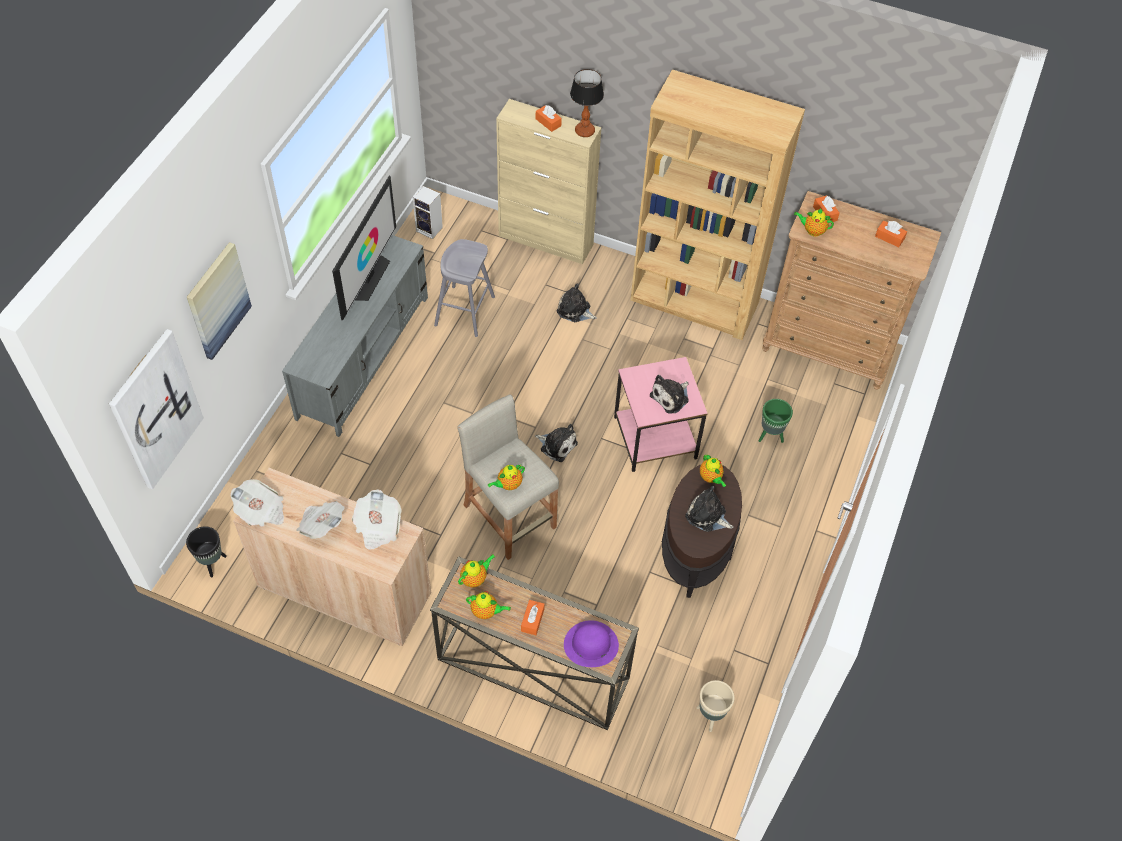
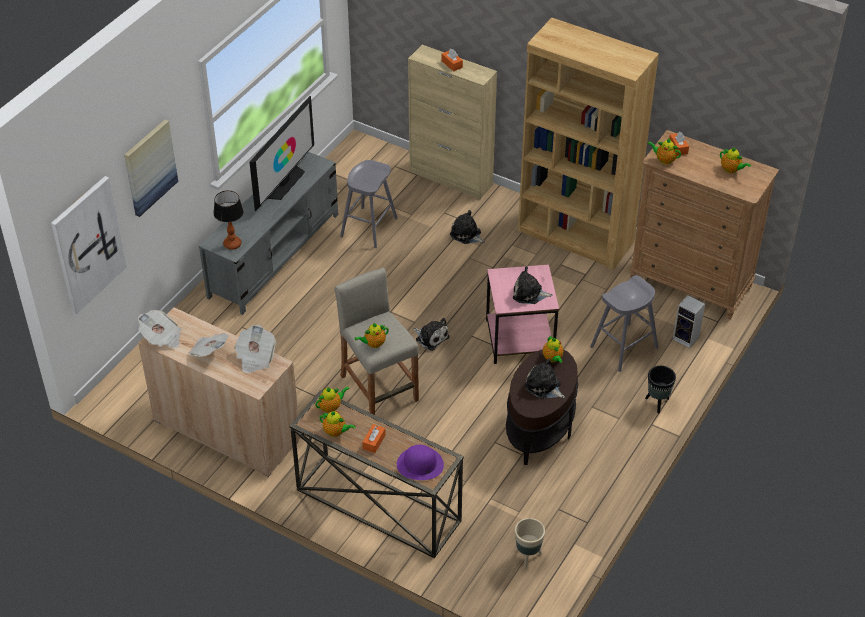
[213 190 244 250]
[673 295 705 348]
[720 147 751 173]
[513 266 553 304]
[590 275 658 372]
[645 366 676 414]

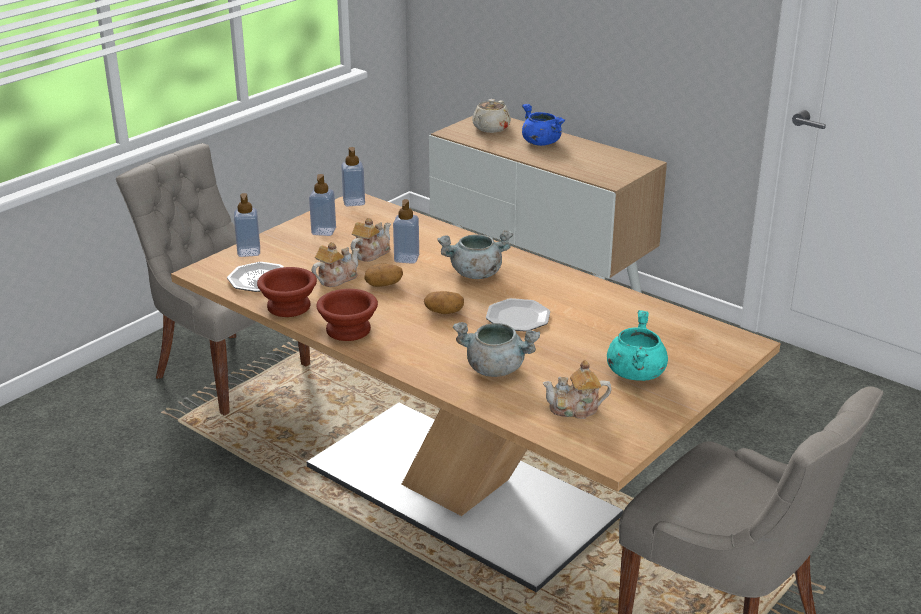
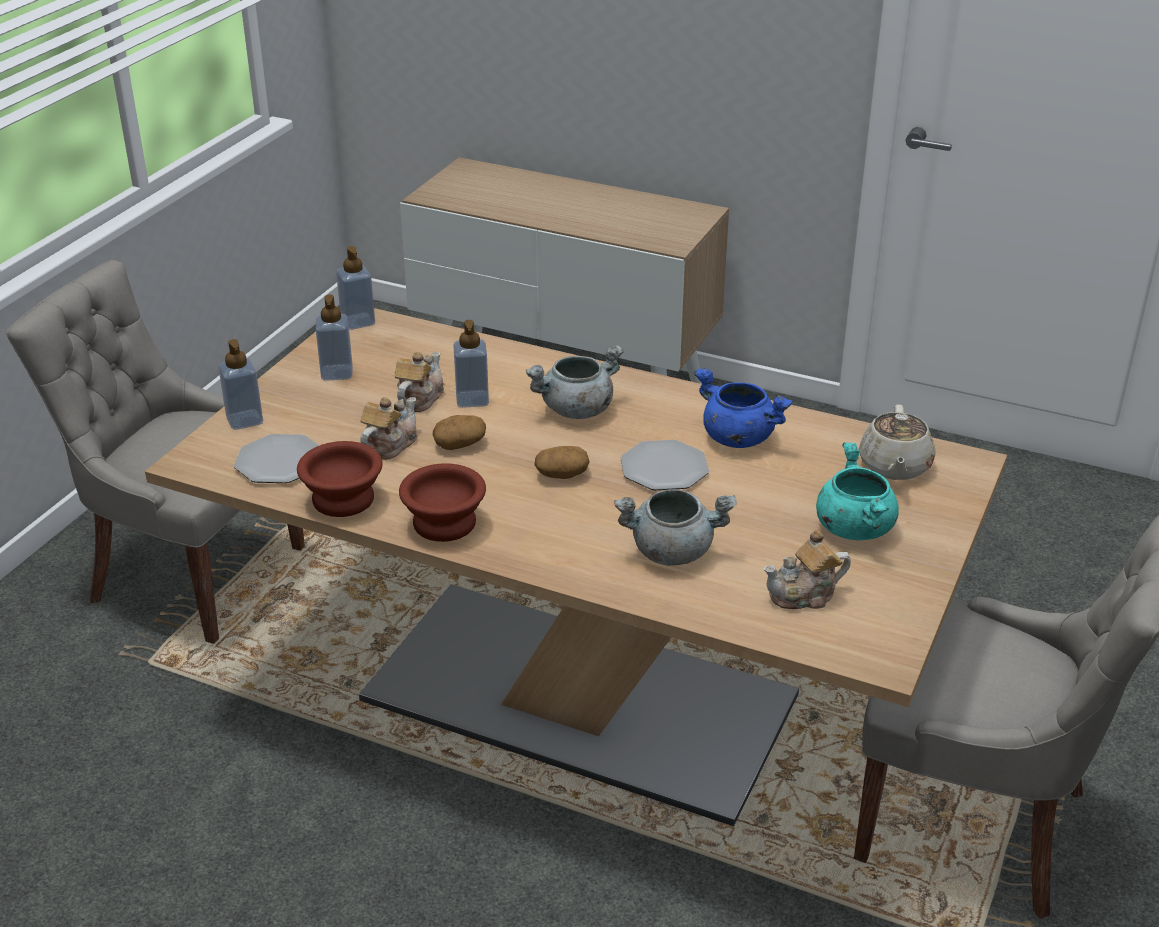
[859 404 935 480]
[694 368 793 448]

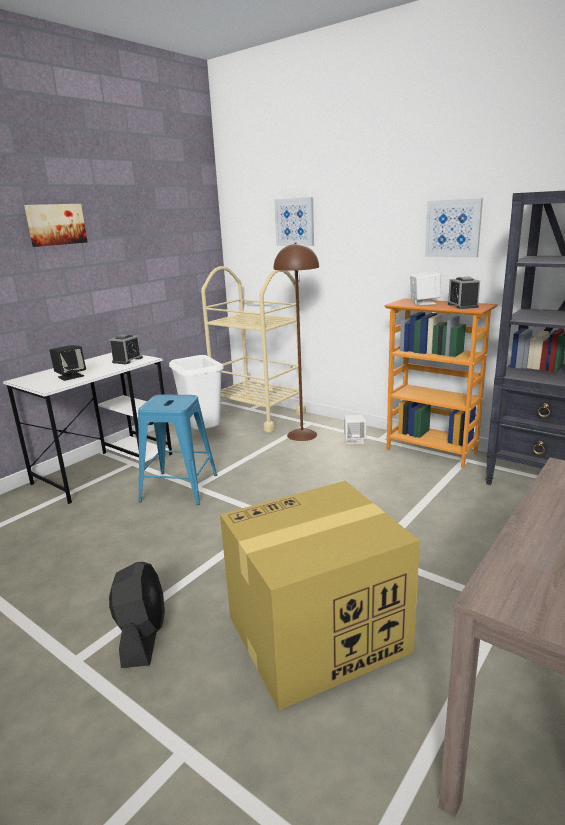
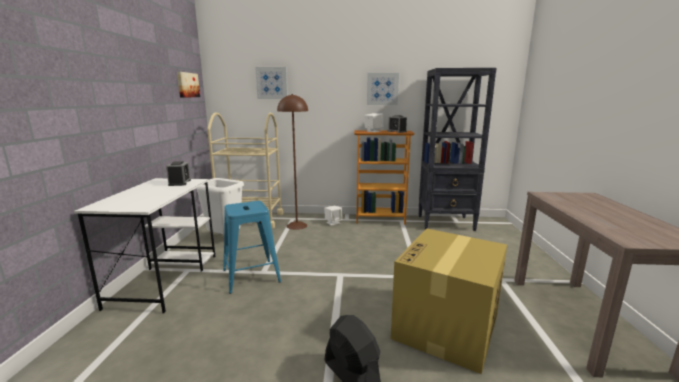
[177 72 200 97]
[50 345 86 381] (first image)

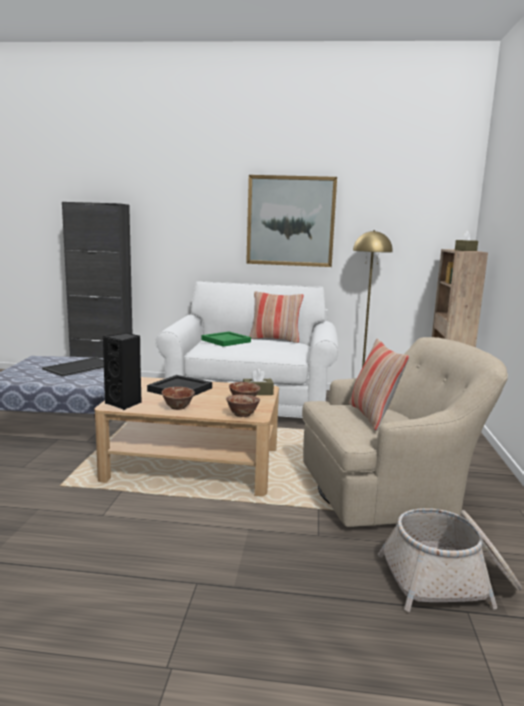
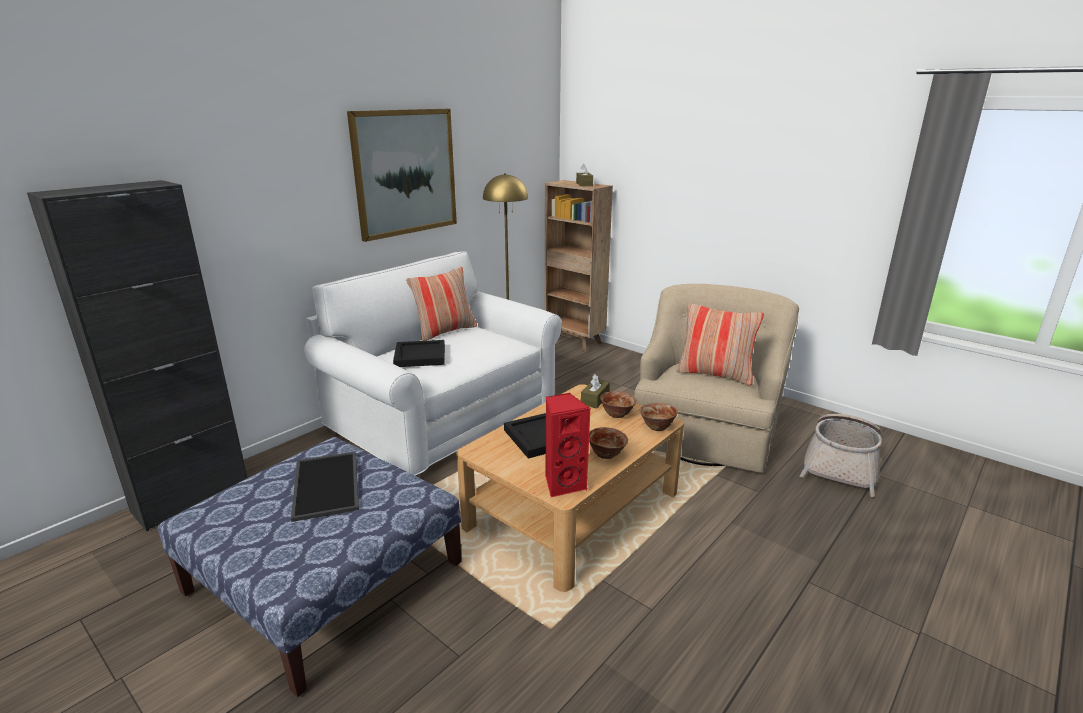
[393 340 445 367]
[545 393 590 498]

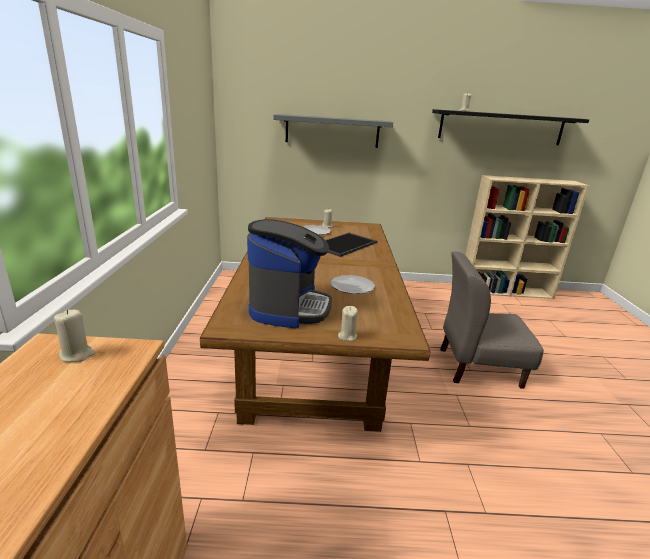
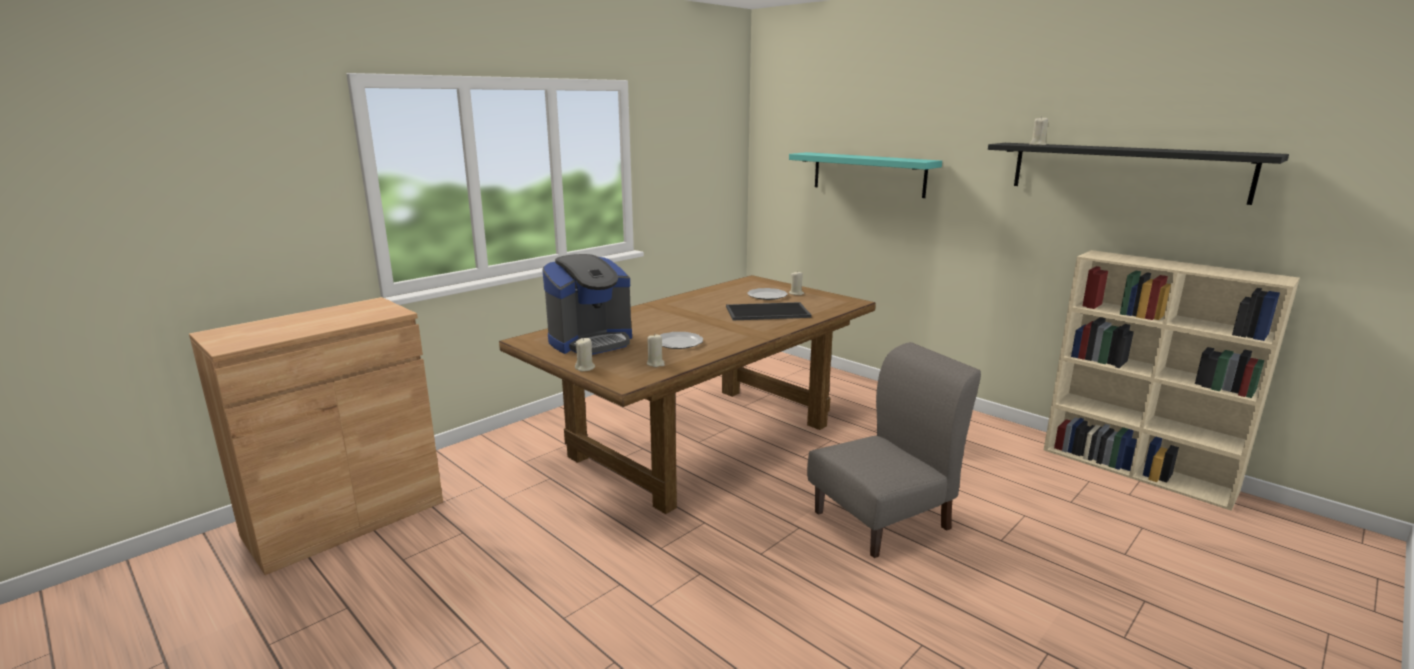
[789 152 942 198]
[807 342 981 558]
[647 335 665 367]

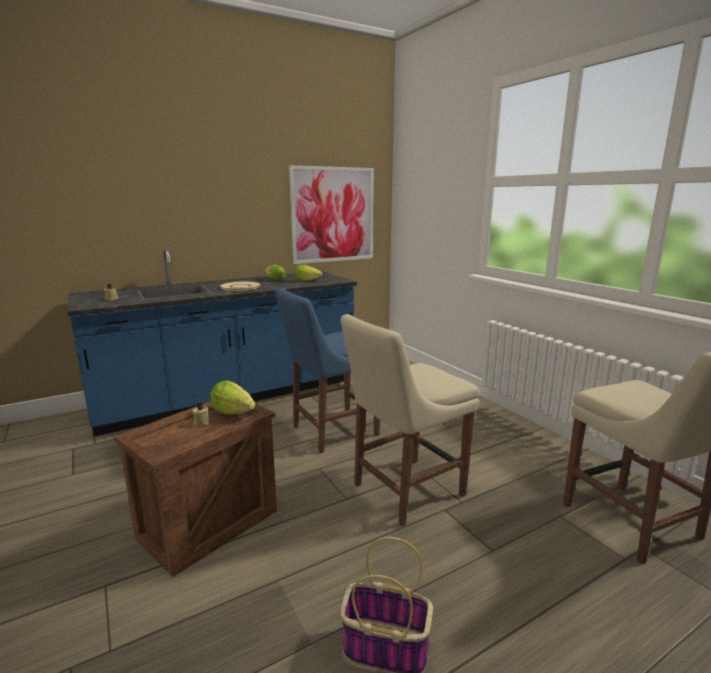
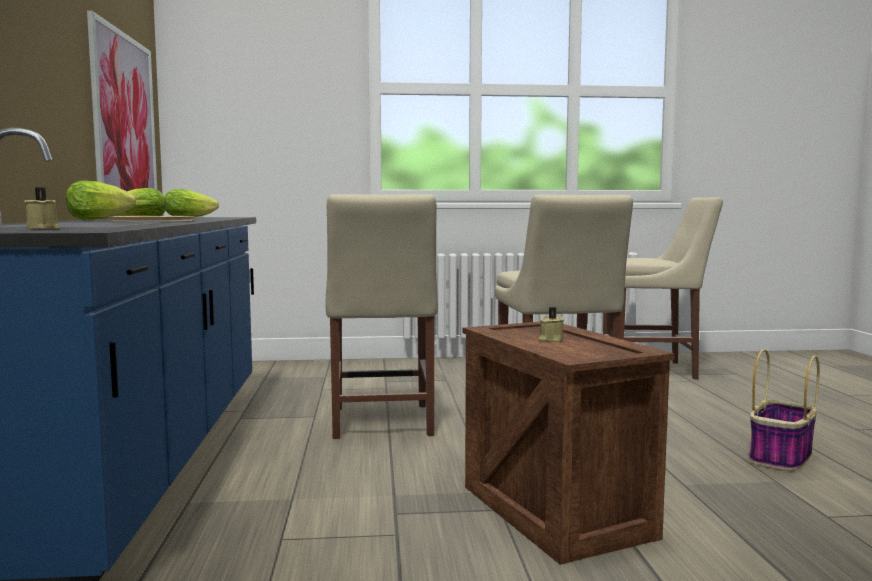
[326 194 438 439]
[66 181 136 220]

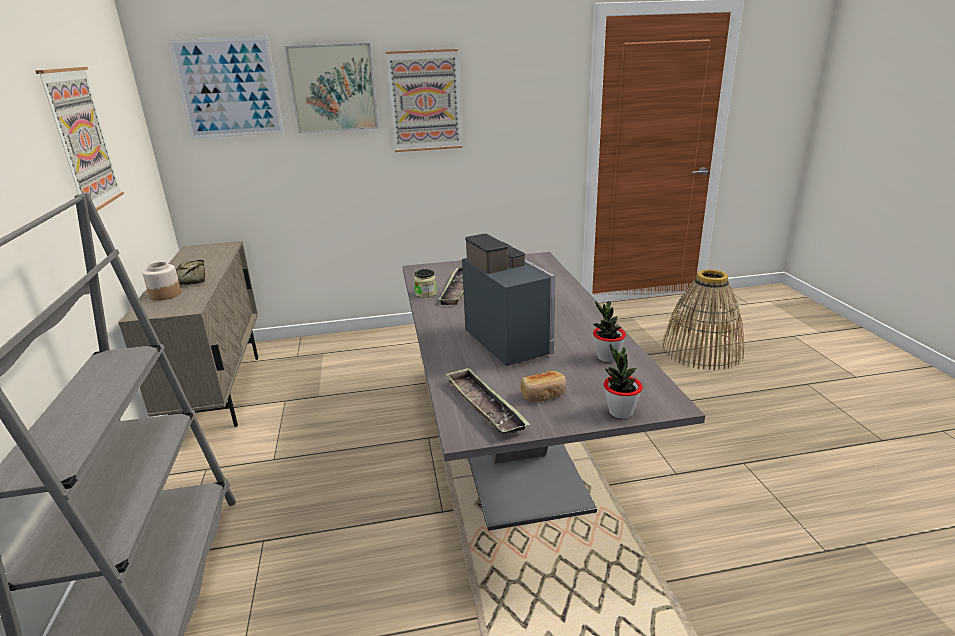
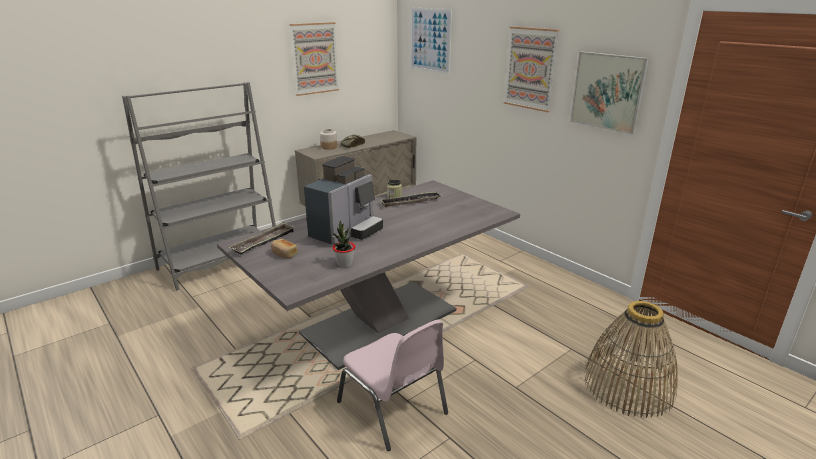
[570 52 649 135]
[604 343 643 419] (first image)
[337 319 448 451]

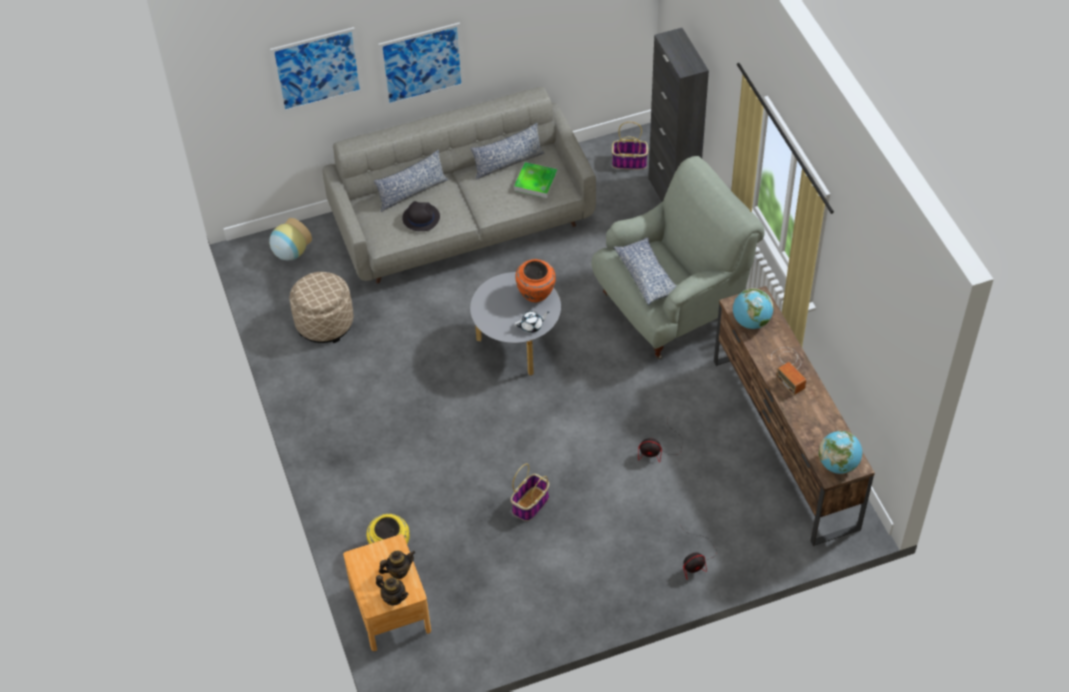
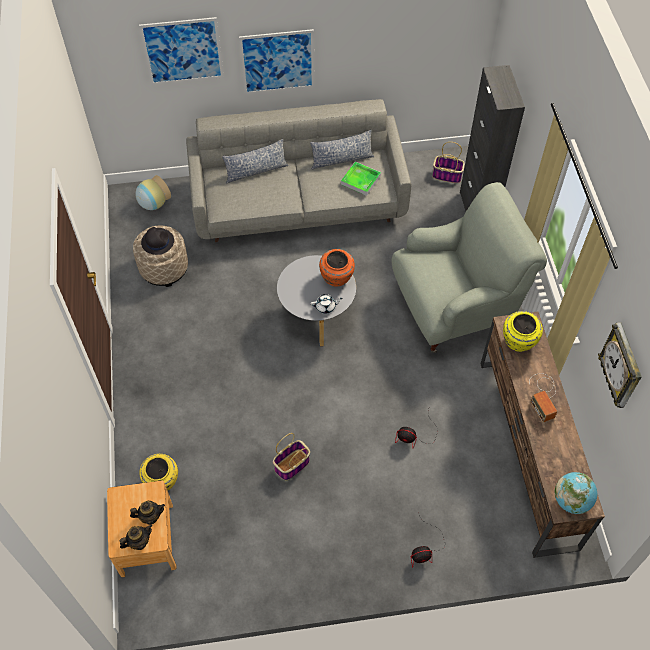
[141 227 174 255]
[613 237 676 305] (first image)
[503 311 543 352]
[120 524 152 550]
[598 322 642 408]

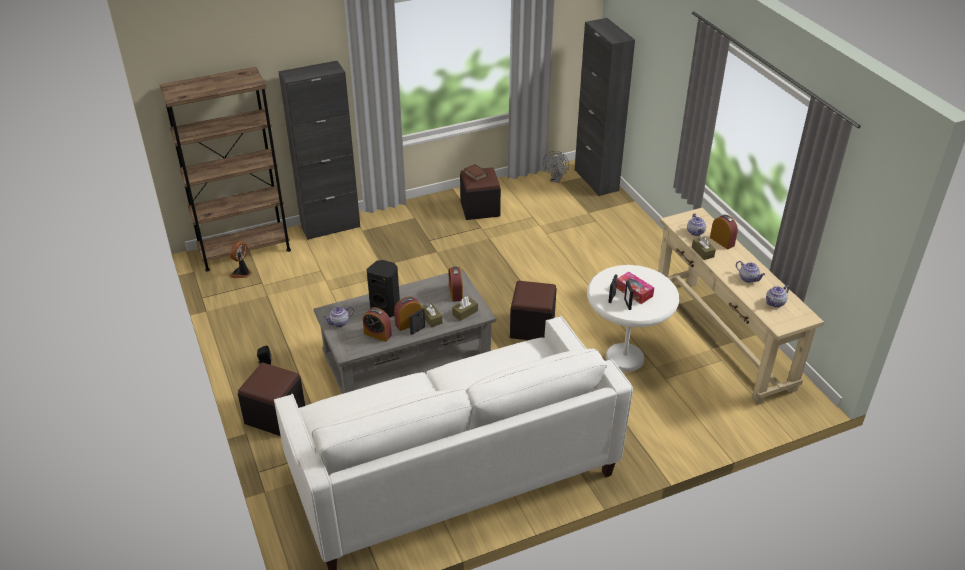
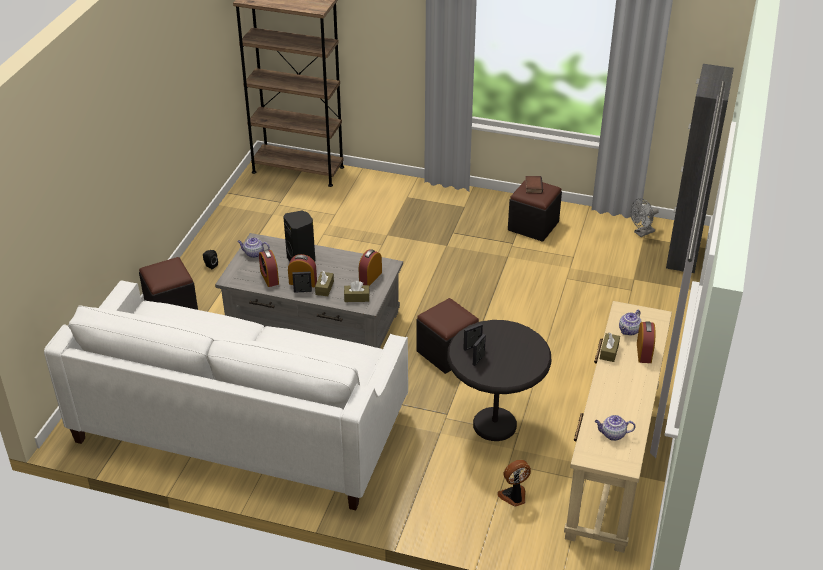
[279 61 360 240] (first image)
[497 460 531 507]
[736 261 765 283] (first image)
[447 320 551 441]
[616 272 654 304] (first image)

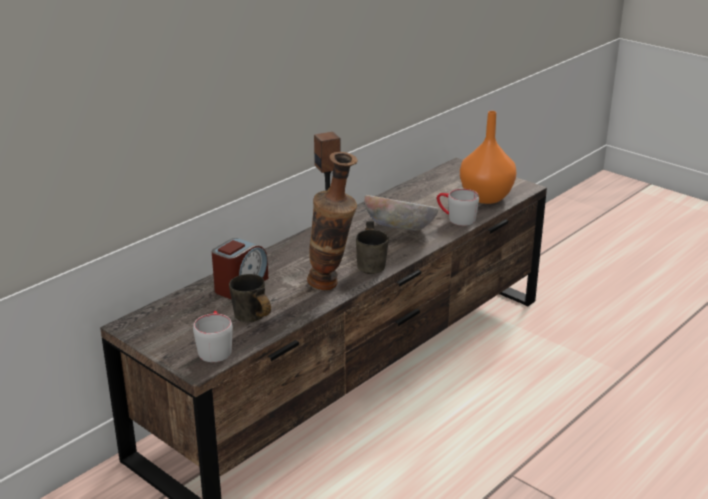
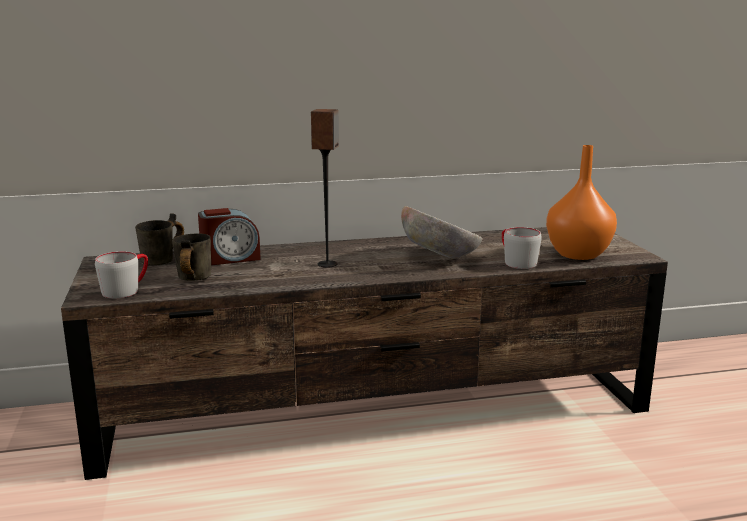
[307 152 358 290] (first image)
[135 213 184 265]

